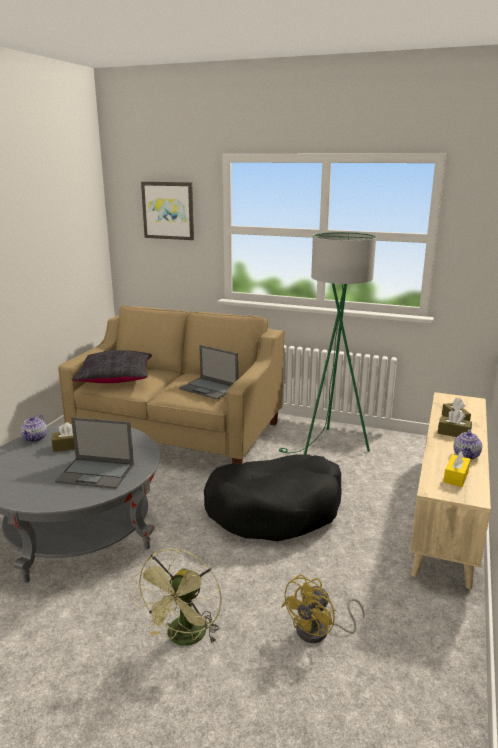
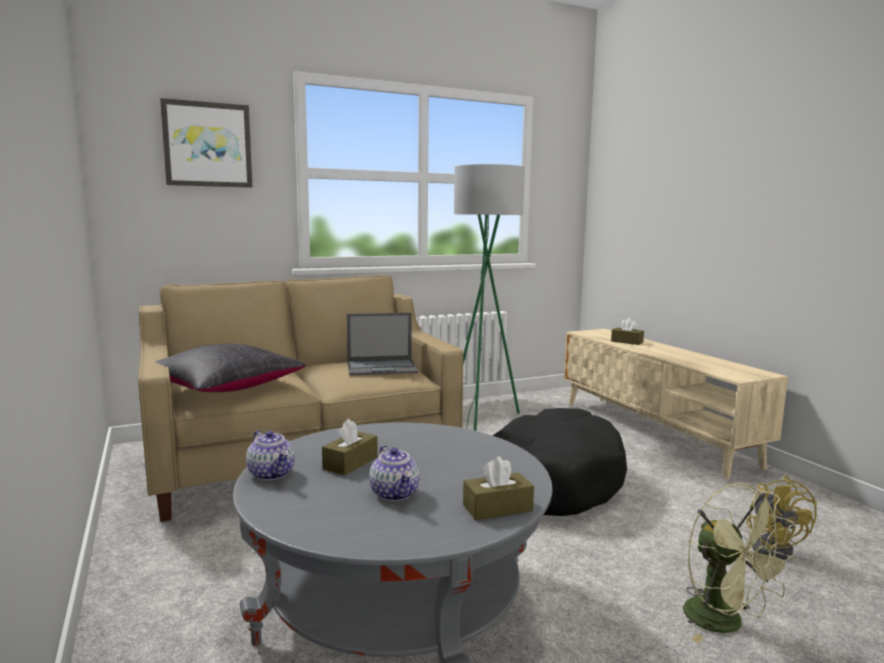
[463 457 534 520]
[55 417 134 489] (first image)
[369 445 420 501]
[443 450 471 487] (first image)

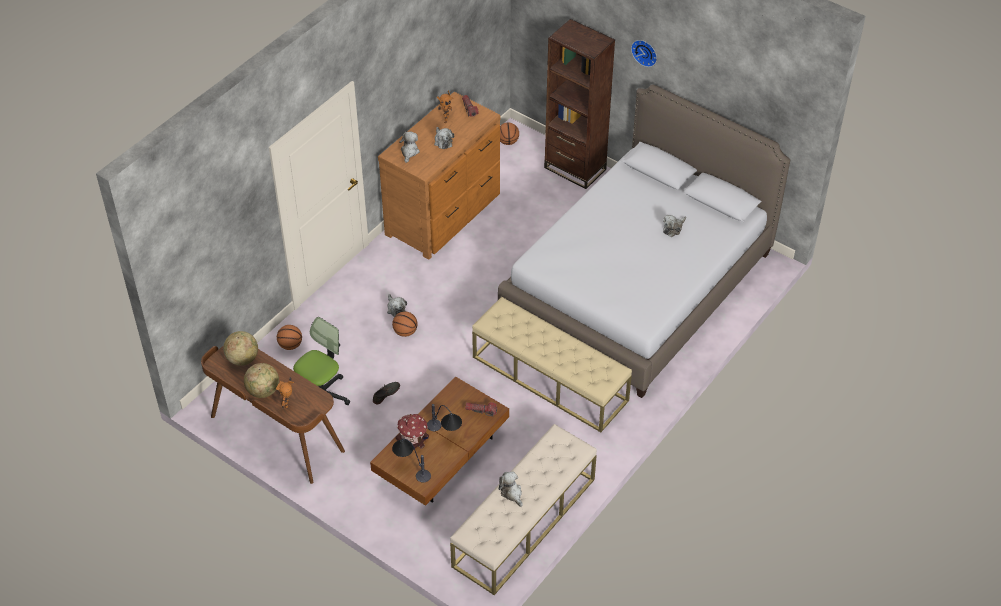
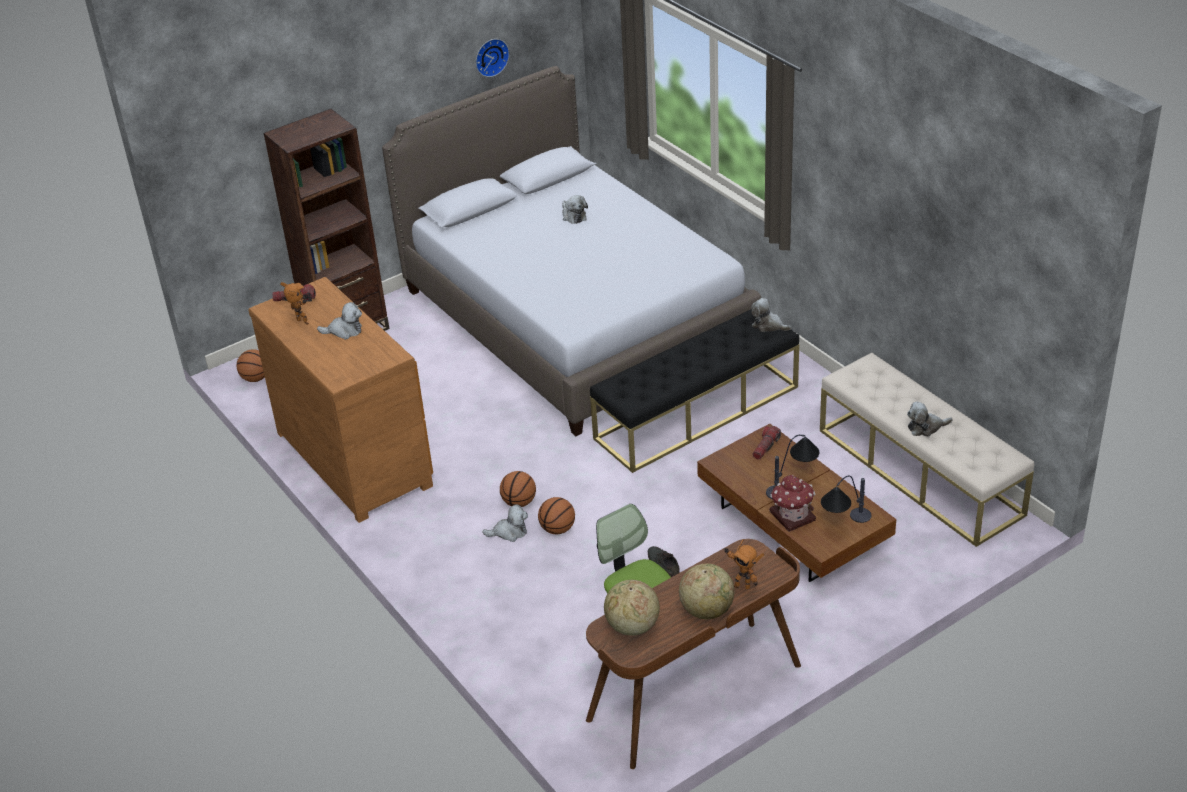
[476 39 510 77]
[751 298 792 332]
[590 309 799 473]
[500 471 536 507]

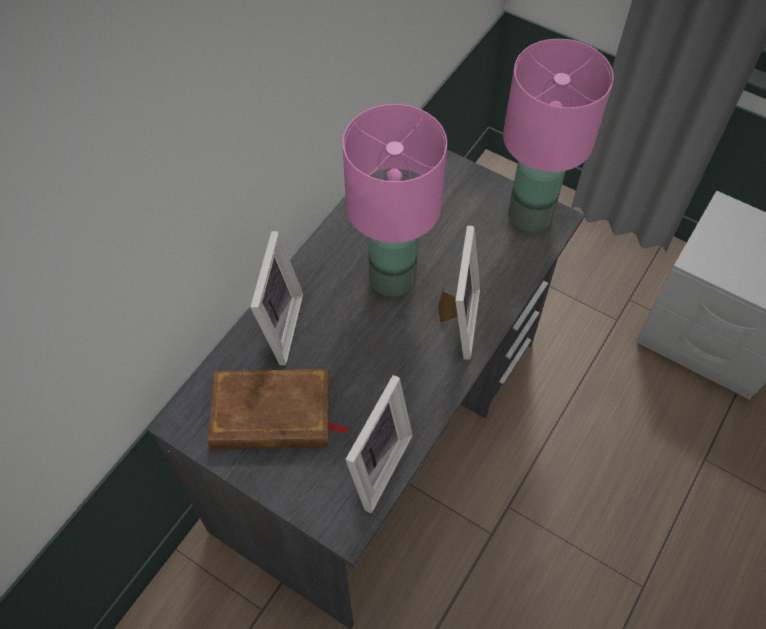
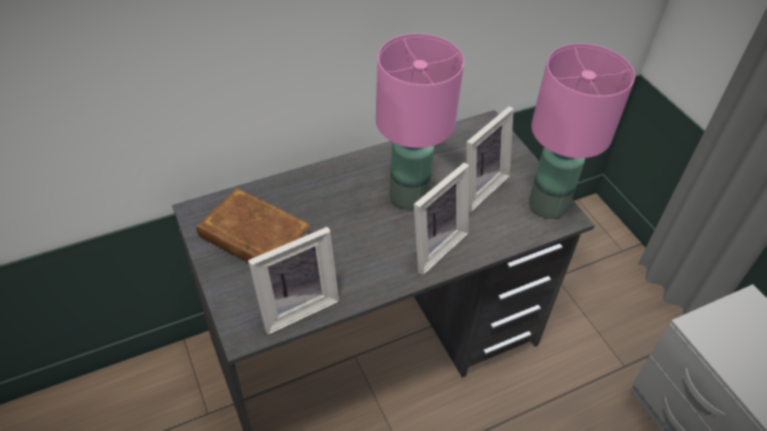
[466 106 514 212]

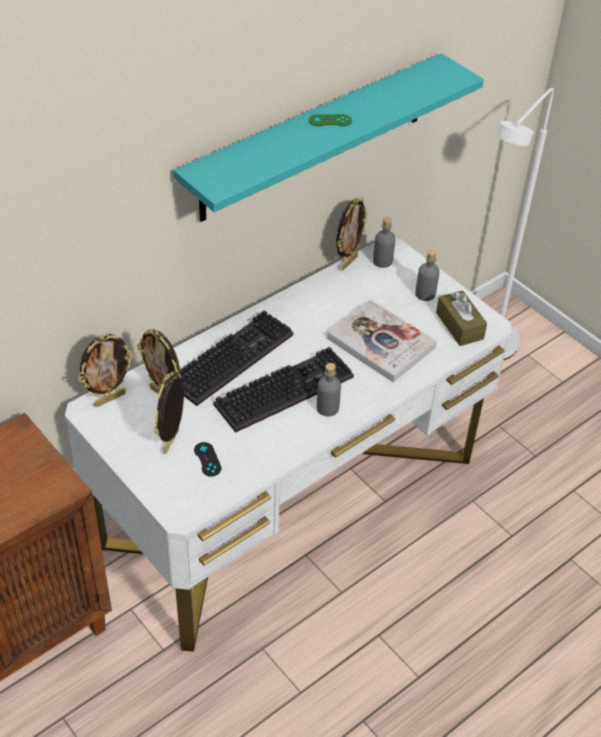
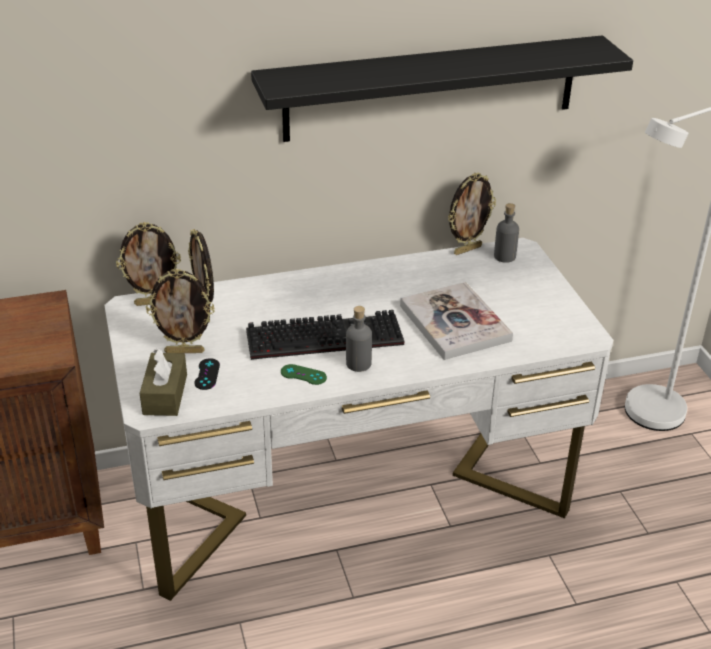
[251 35 633 142]
[281 364 327 385]
[415 250 440 301] (first image)
[140 349 187 416]
[180 310 293 406] (first image)
[146 268 215 353]

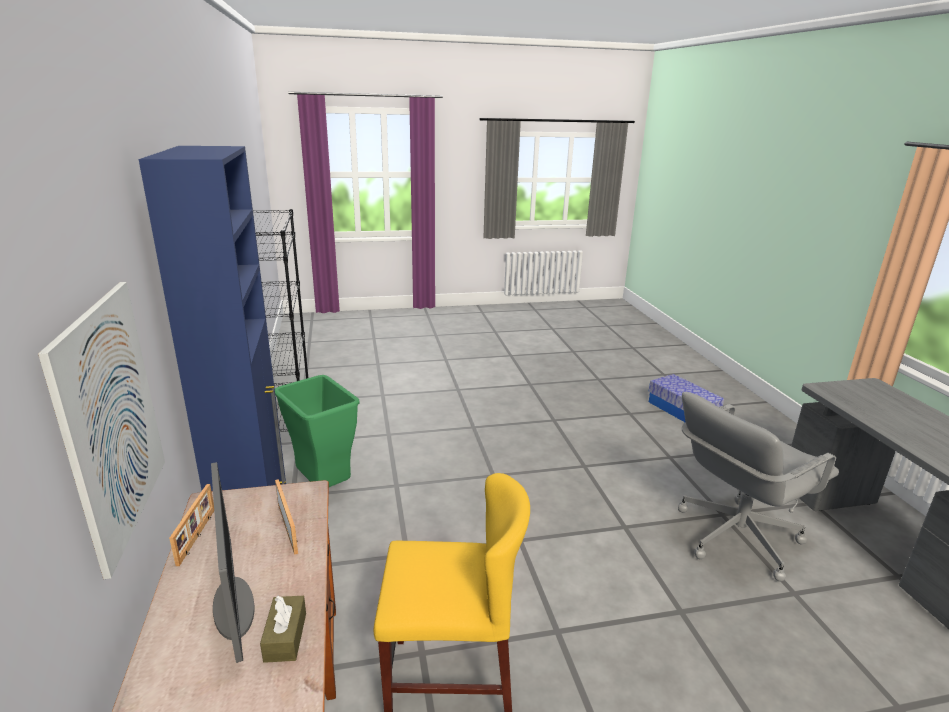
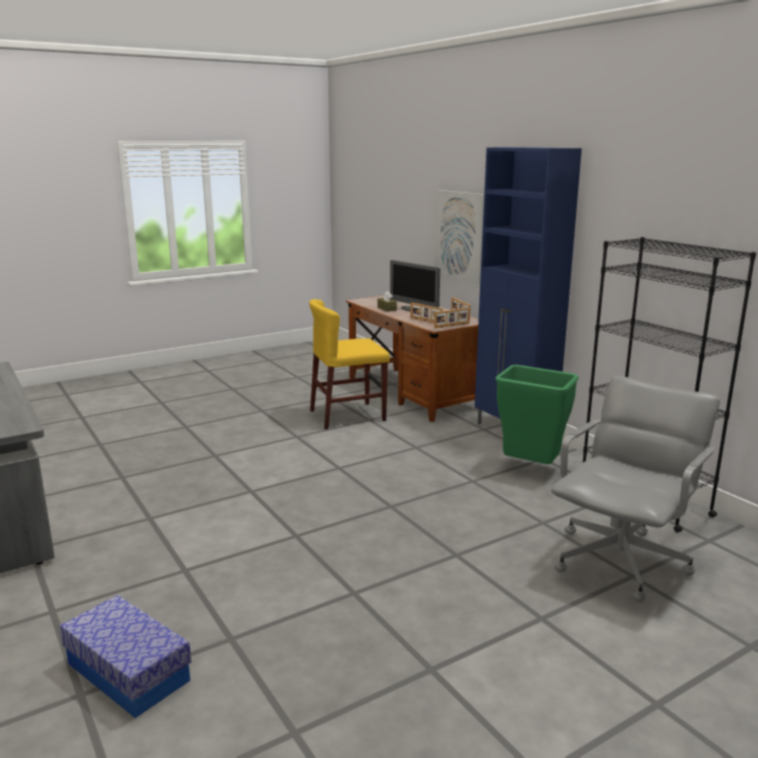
[551 376 720 603]
[434 308 470 328]

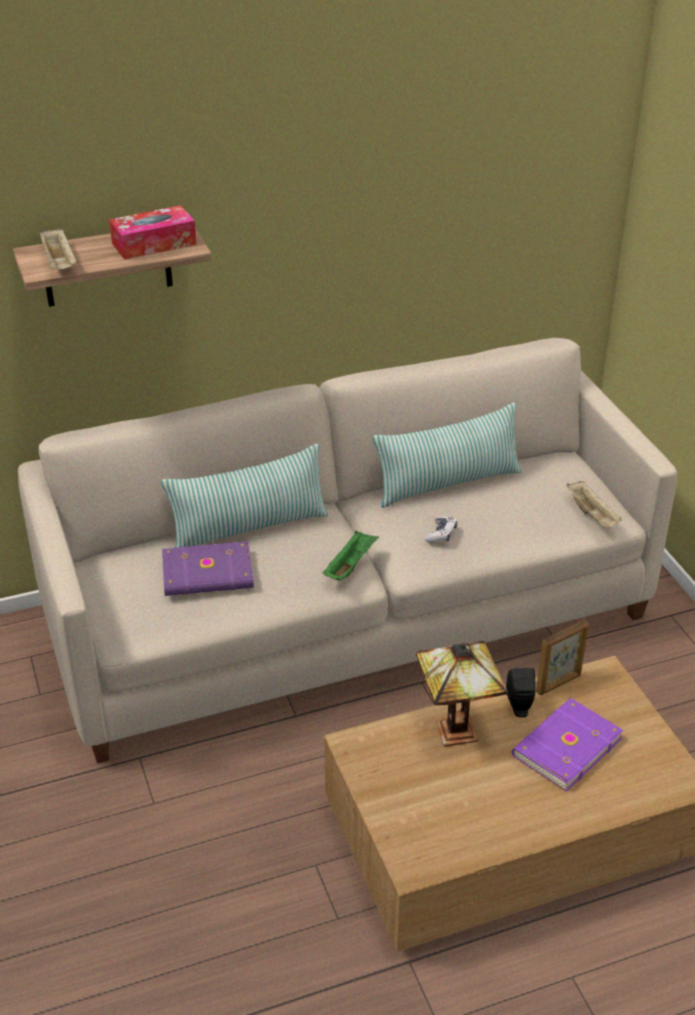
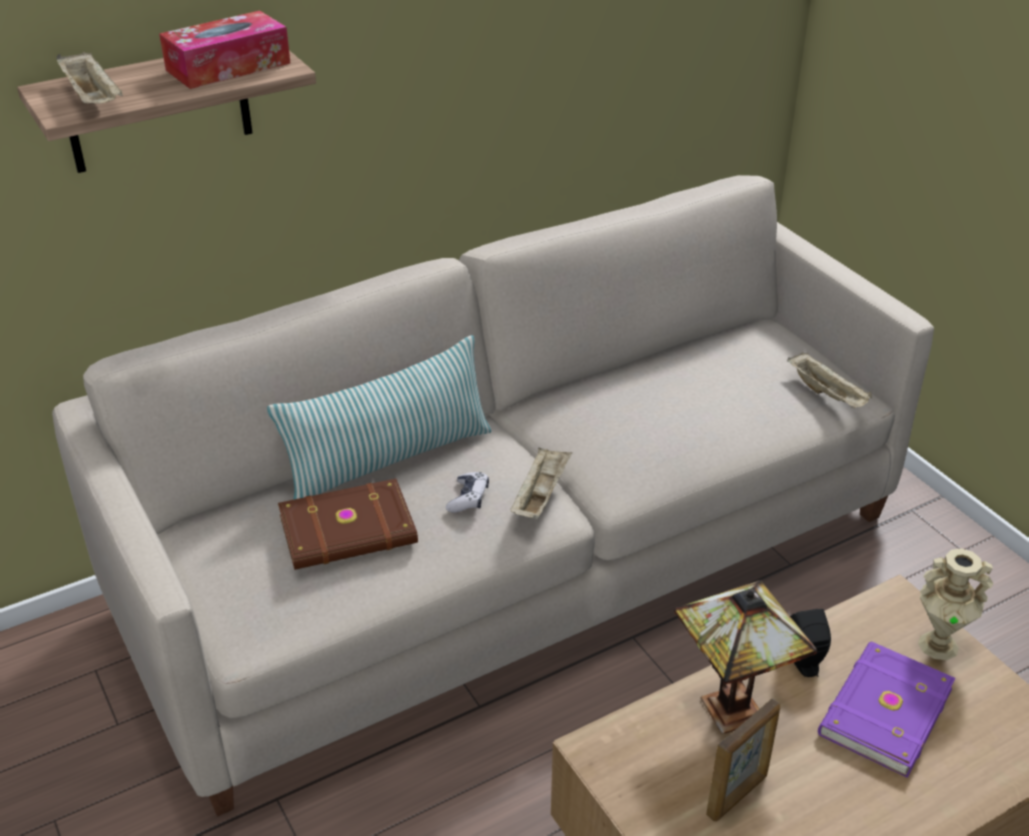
[373 402 521 508] (first image)
[446 472 489 513]
[510 447 572 519]
[278 478 418 570]
[706 699 780 821]
[918 548 993 660]

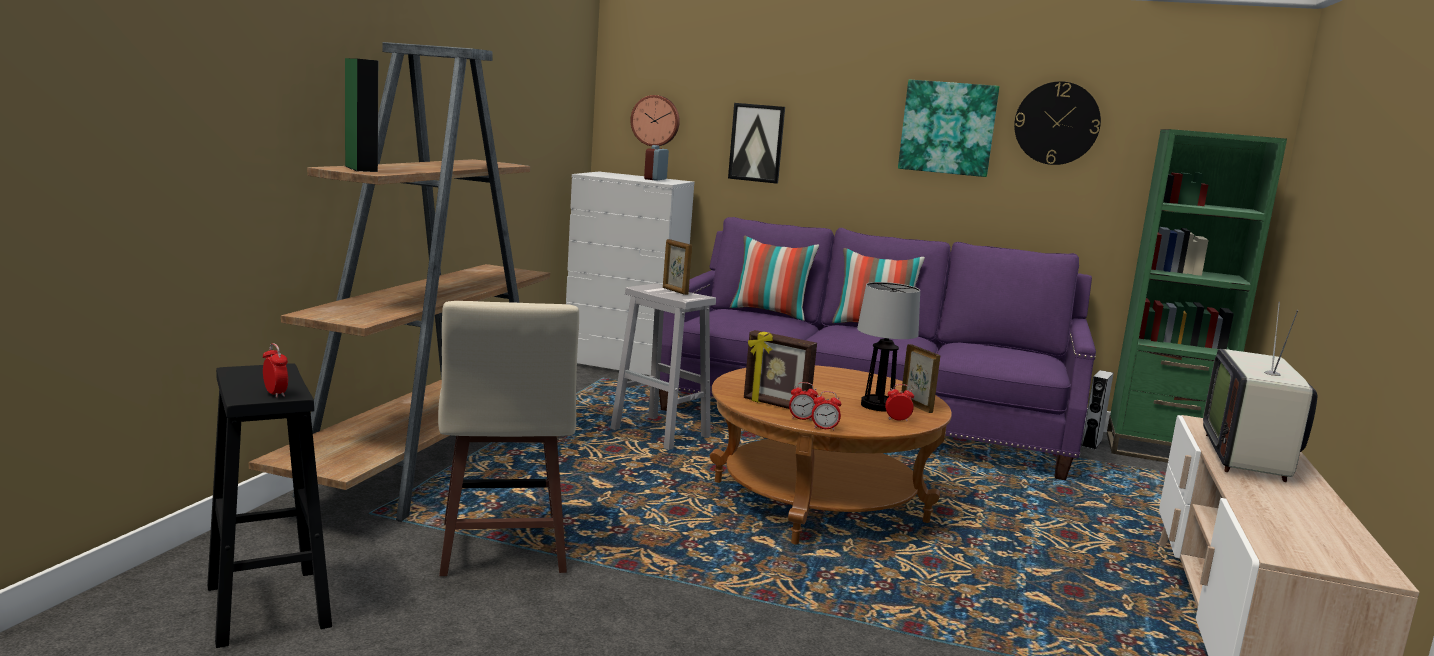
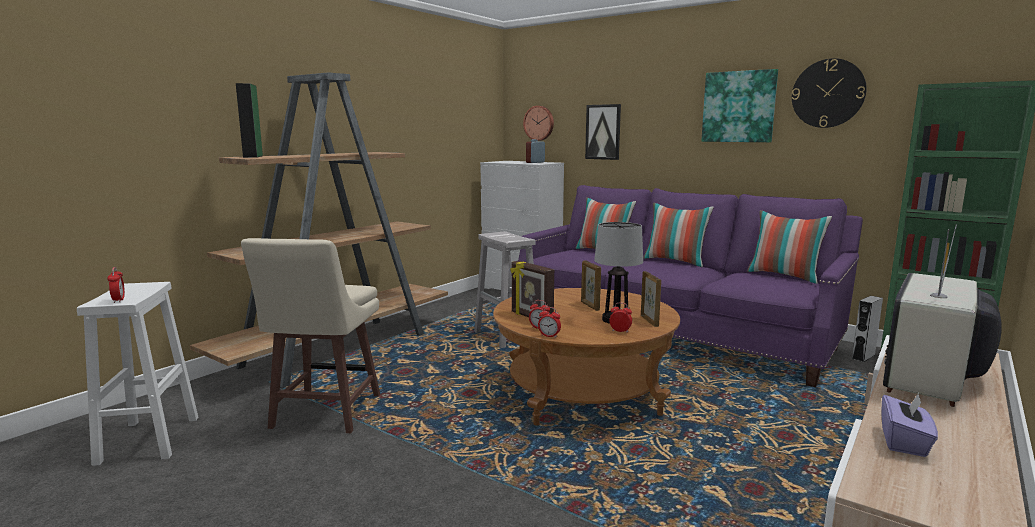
[581 261 601 311]
[77 282 198 466]
[747 210 832 284]
[881 393 938 457]

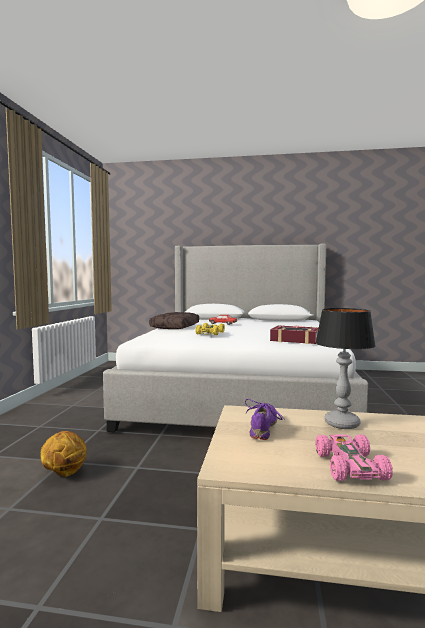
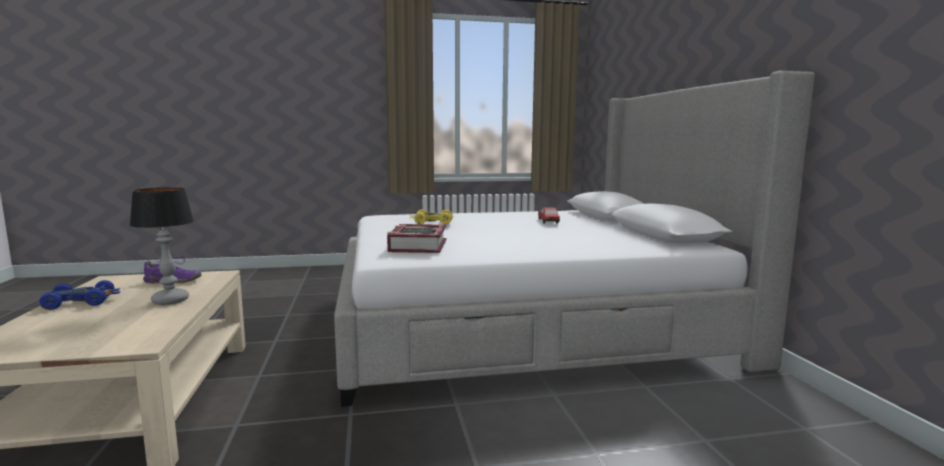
[149 312 199 329] (first image)
[40 431 87 477] (first image)
[39 280 121 310]

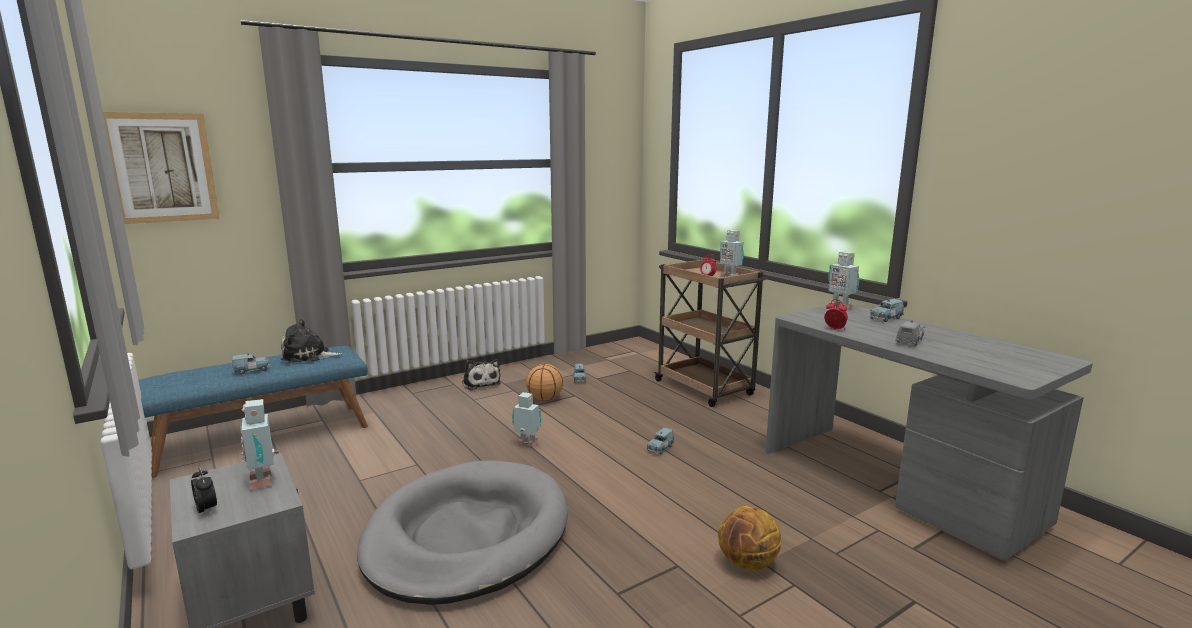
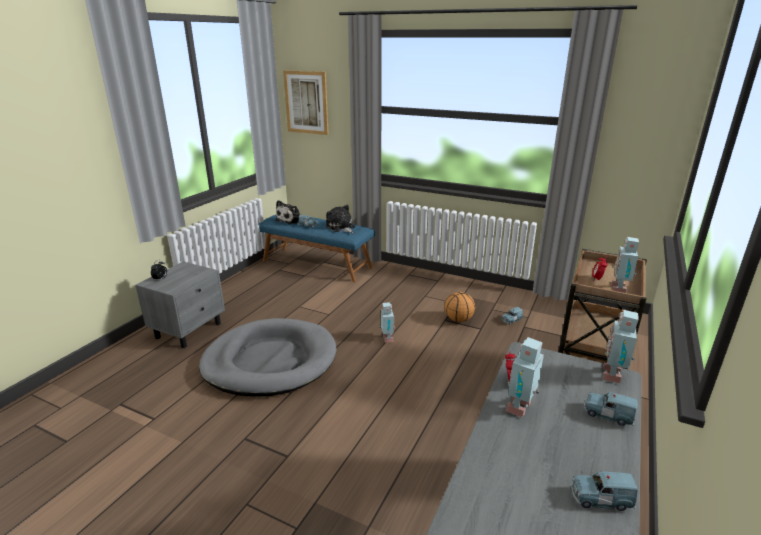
[895 320 925 346] (first image)
[275 200 301 224]
[505 337 544 417]
[571 471 637 511]
[718 506 781 571] (first image)

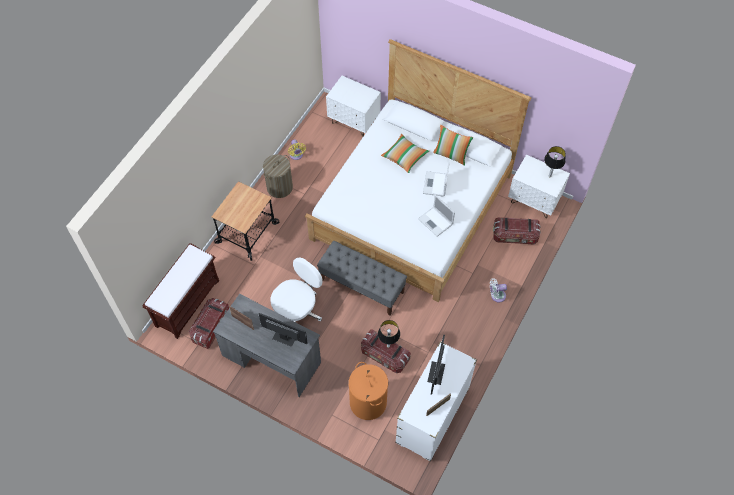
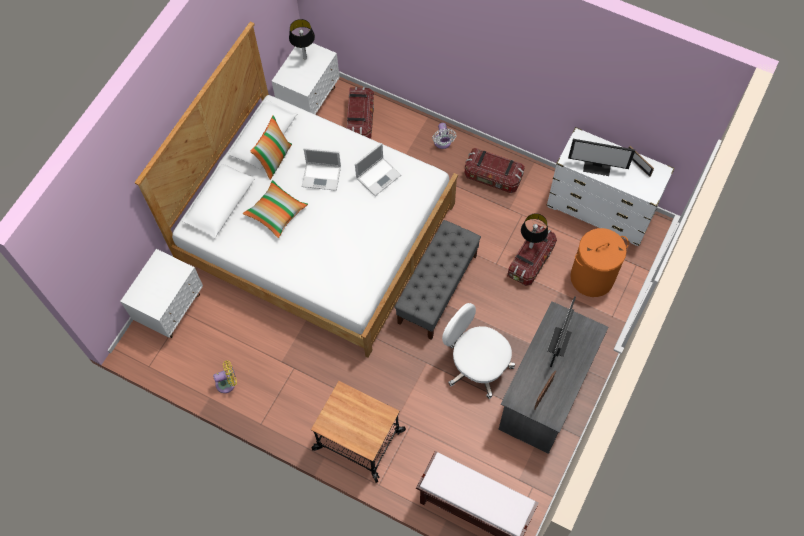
[263 154 293 198] (first image)
[464 148 525 193]

